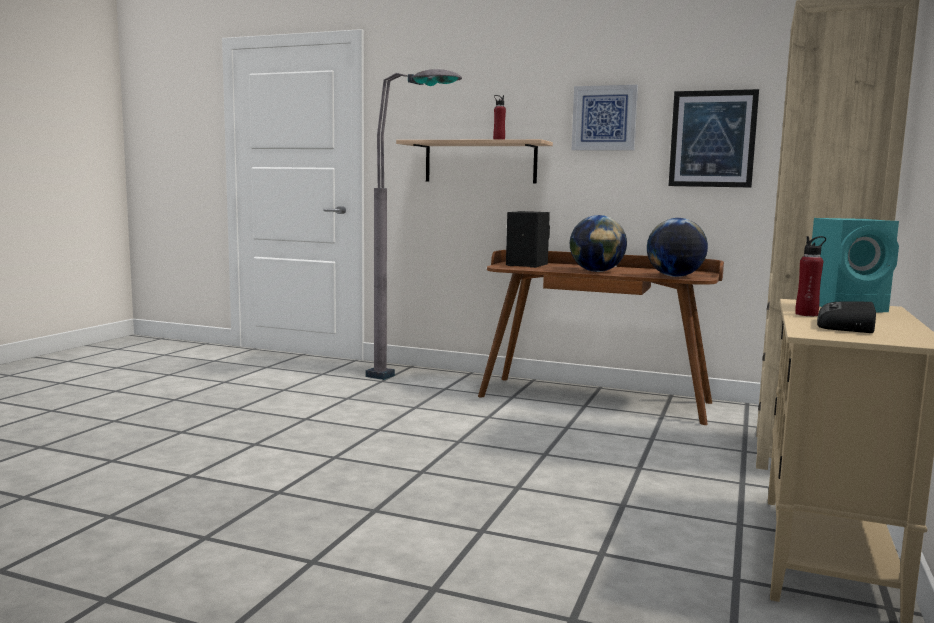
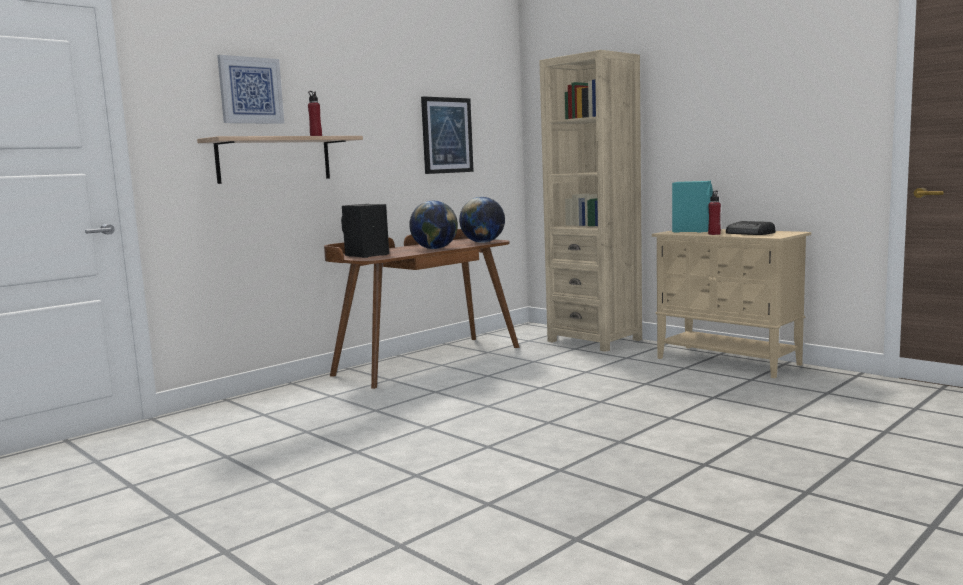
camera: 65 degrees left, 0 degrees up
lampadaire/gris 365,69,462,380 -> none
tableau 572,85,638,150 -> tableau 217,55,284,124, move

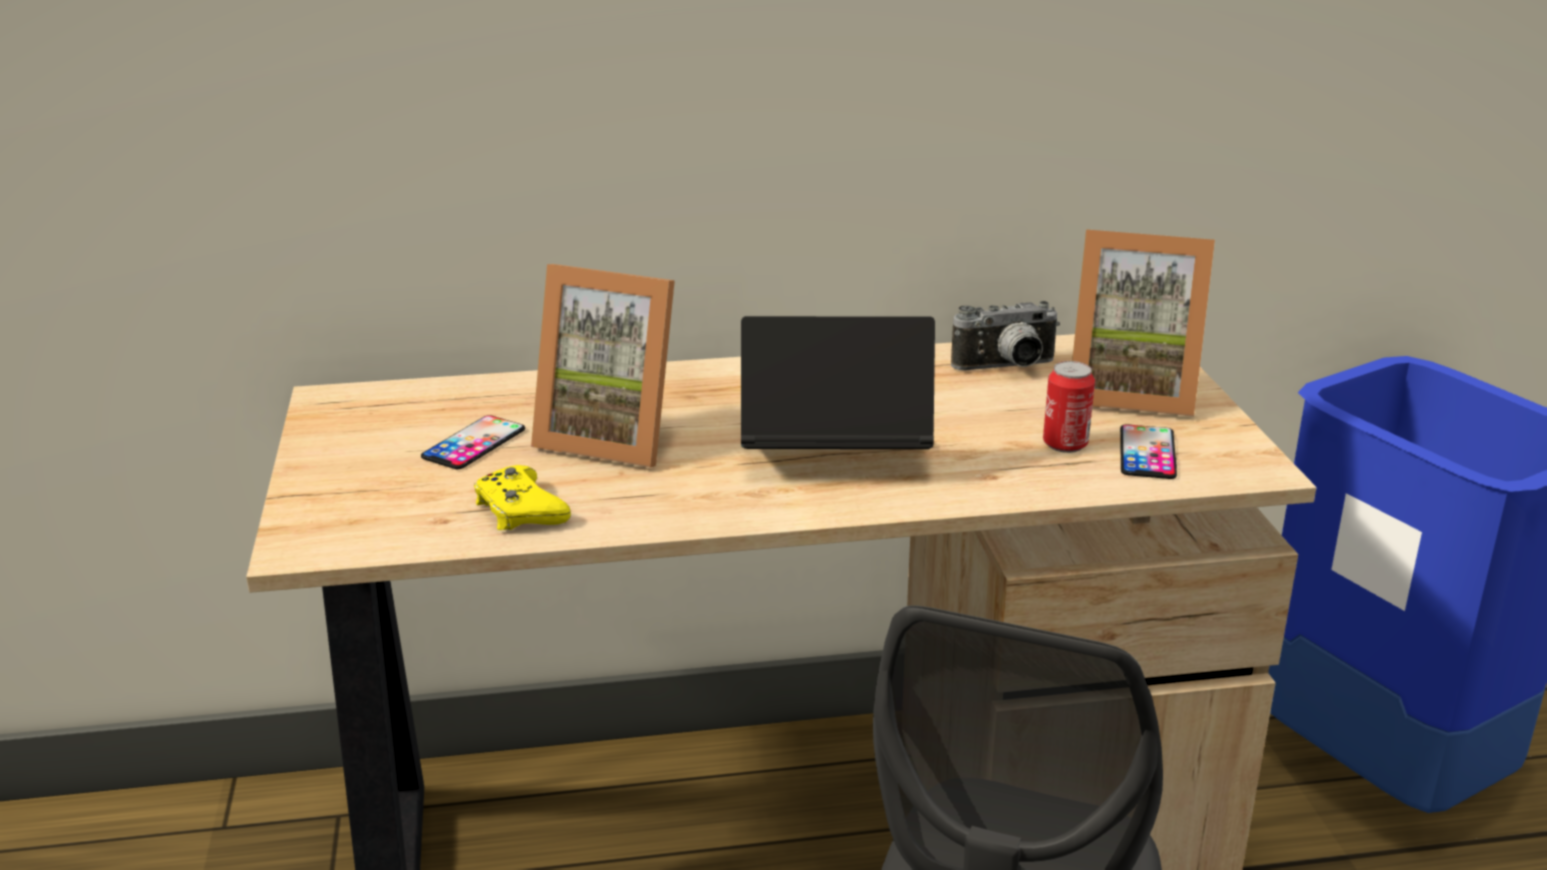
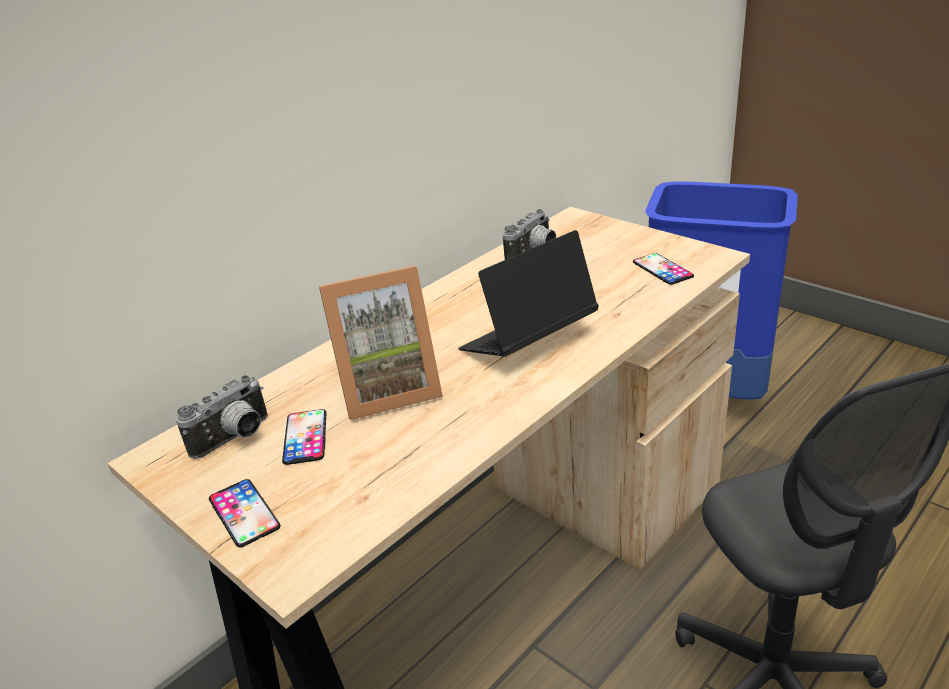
camera: 35 degrees left, 5 degrees up
manette/jaune 474,465,571,530 -> none
boîte métallique 1043,361,1095,453 -> none
cadre photo 1072,229,1215,417 -> none
none -> appareil photo 176,375,268,459
none -> téléphone 209,479,280,547

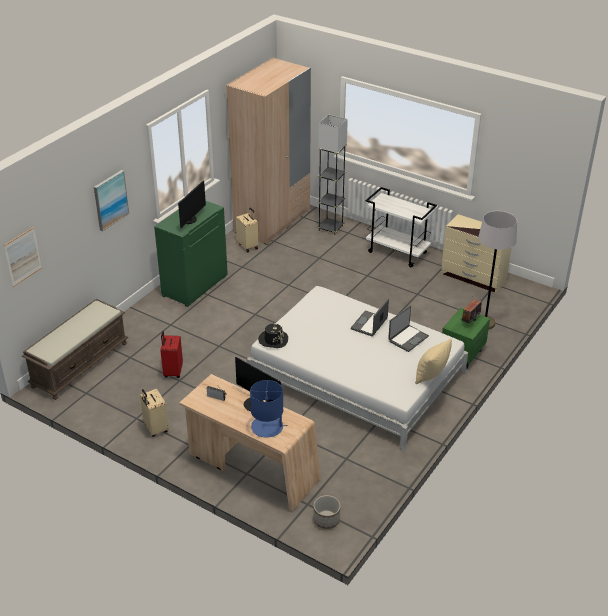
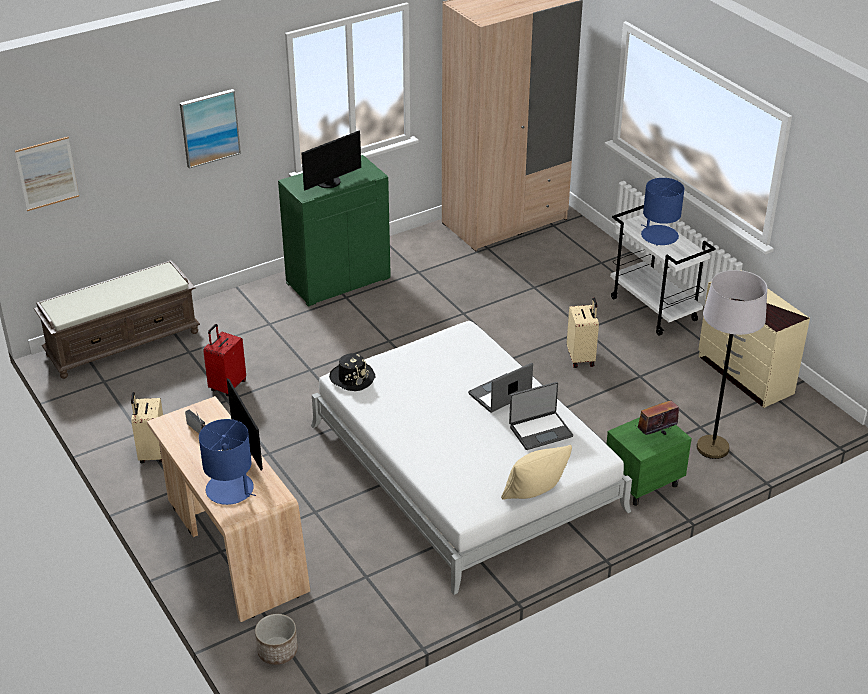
camera: 25 degrees right, 0 degrees up
valise/beige 236,208,258,252 -> valise/beige 567,298,599,368, move
lampadaire/gris 317,114,348,235 -> none
none -> lampe de table/bleu 641,178,684,246

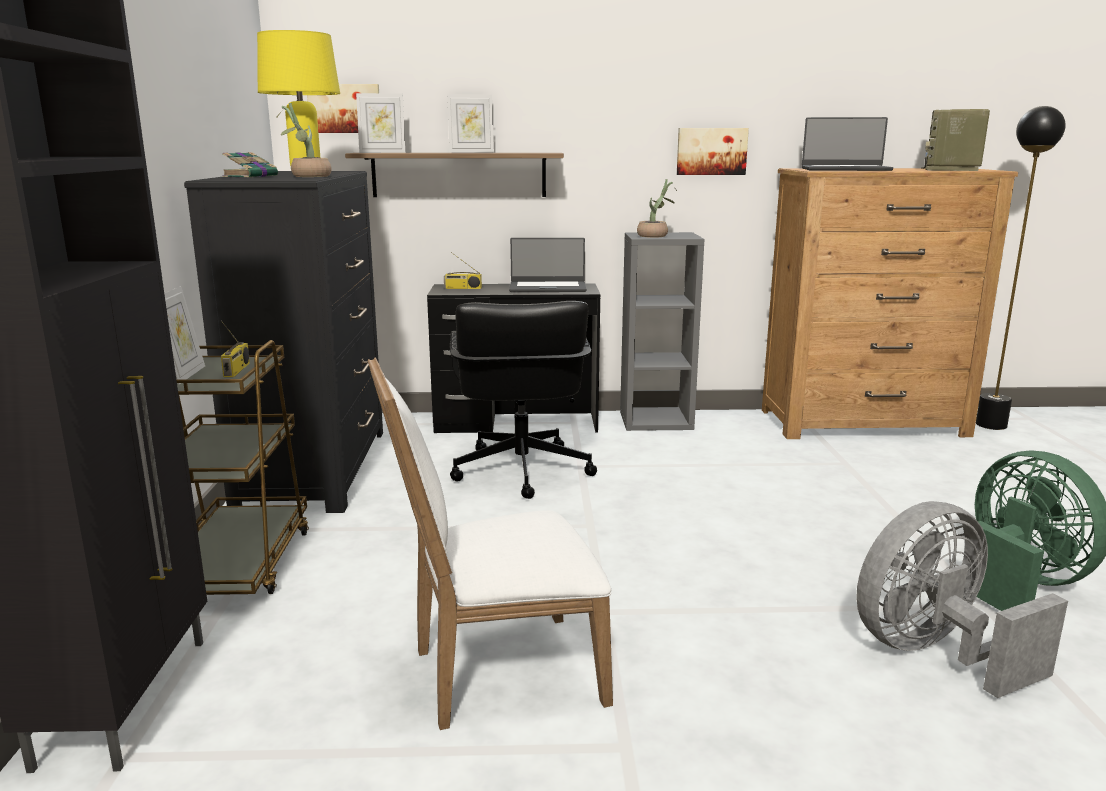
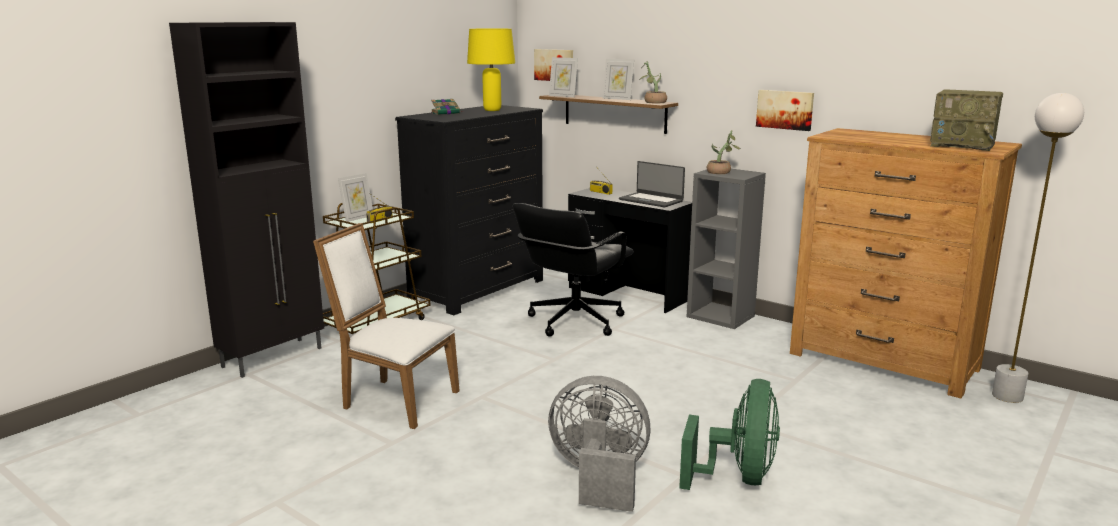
camera: 40 degrees right, 0 degrees up
plante en pot 276,103,332,177 -> plante en pot 639,61,667,103, move
ordinateur portable 802,117,893,171 -> none
radio 921,109,990,171 -> radio 930,89,1003,151, 120 degrees counterclockwise
lampadaire/noir 976,106,1066,430 -> lampadaire/blanc 992,93,1084,403

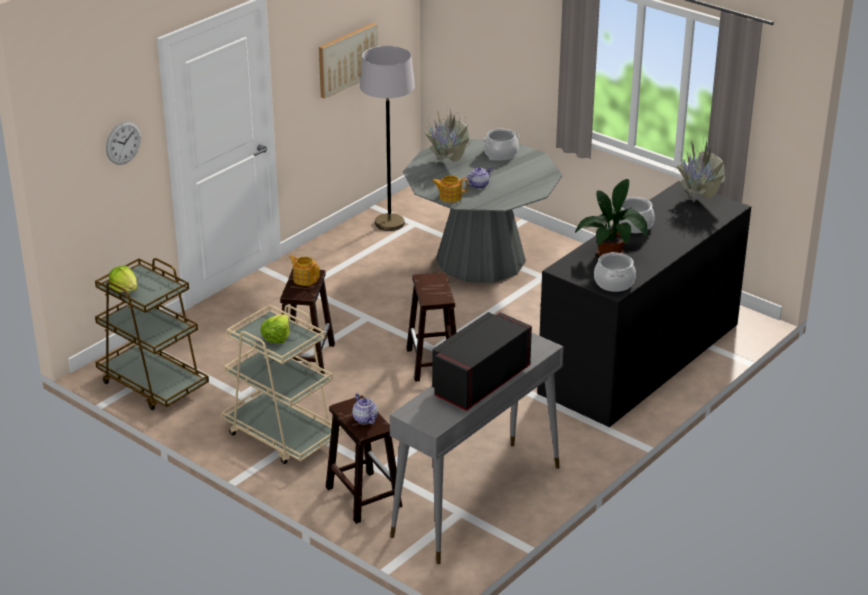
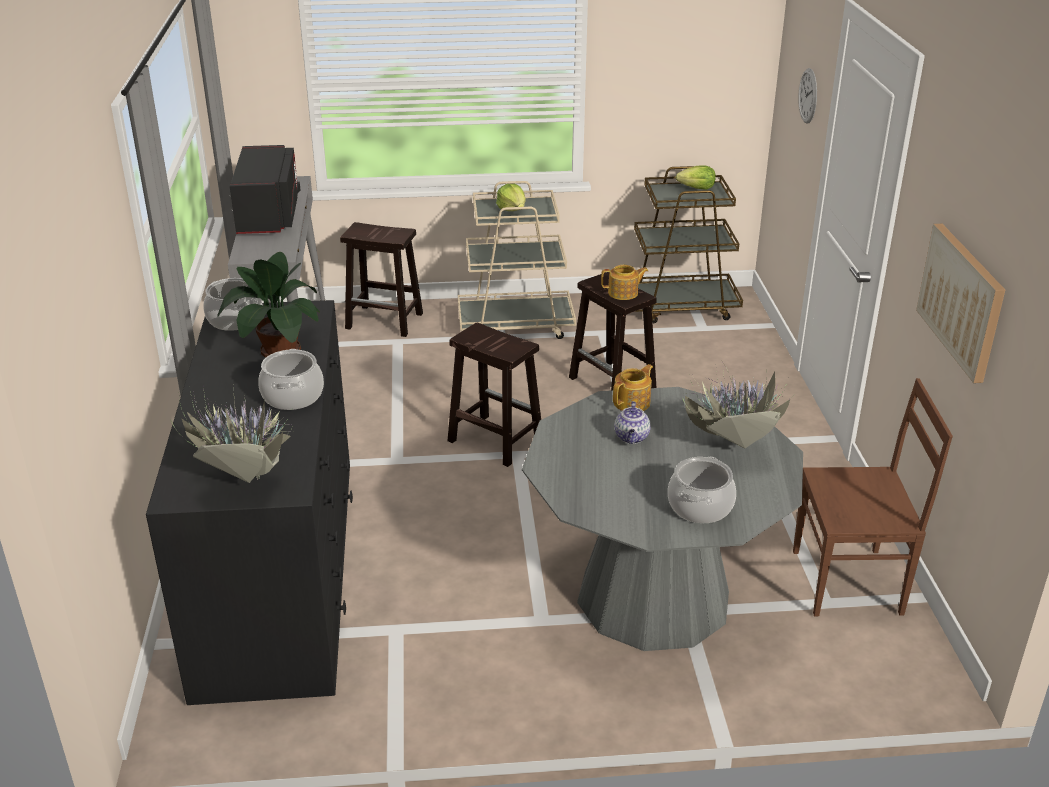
camera: 135 degrees right, 0 degrees up
théière 352,394,378,424 -> none
lampadaire/gris 360,46,415,231 -> chaise/marron 793,378,953,616

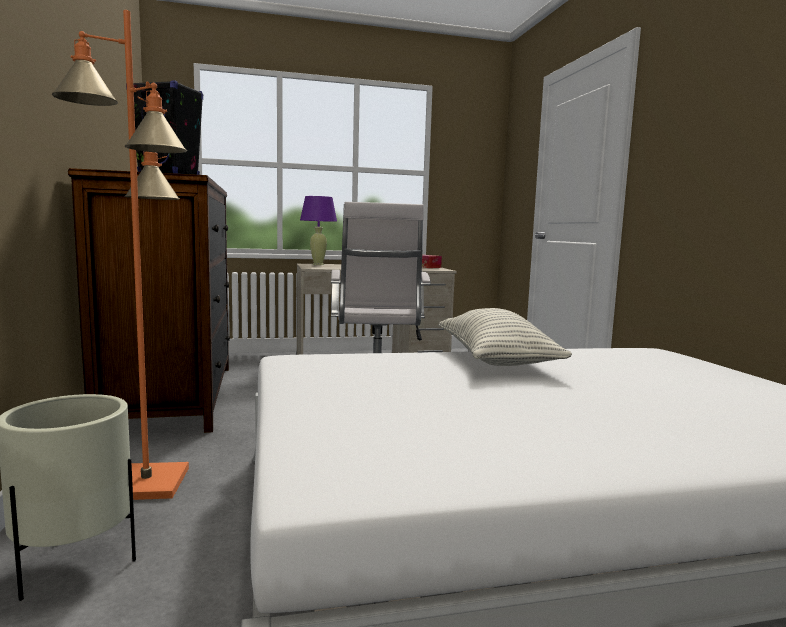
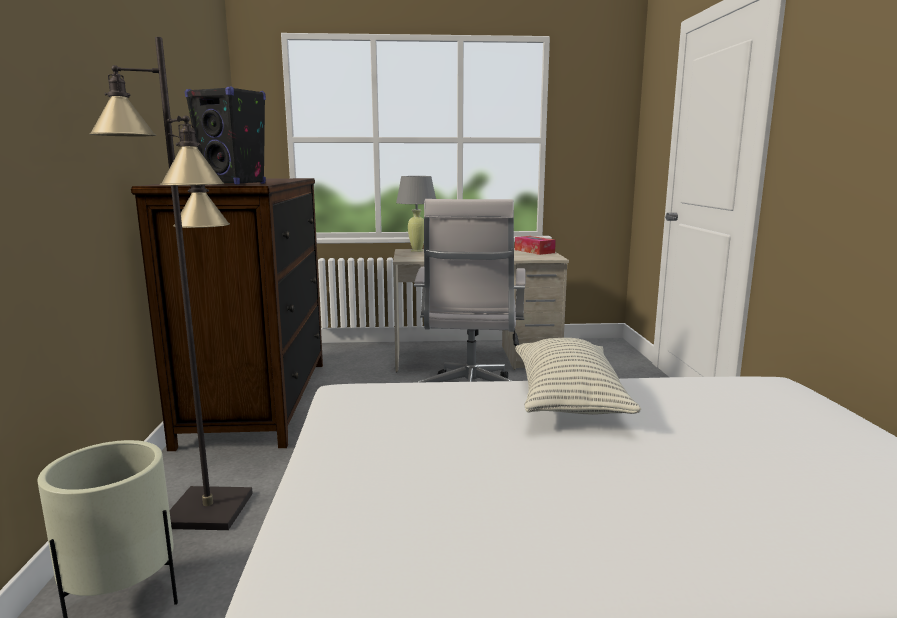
camera: 10 degrees right, 5 degrees up
lampadaire/orange 51,10,189,500 -> lampadaire/noir 89,37,253,530
lampe de table/violet 300,196,337,265 -> lampe de table/gris 396,176,436,252

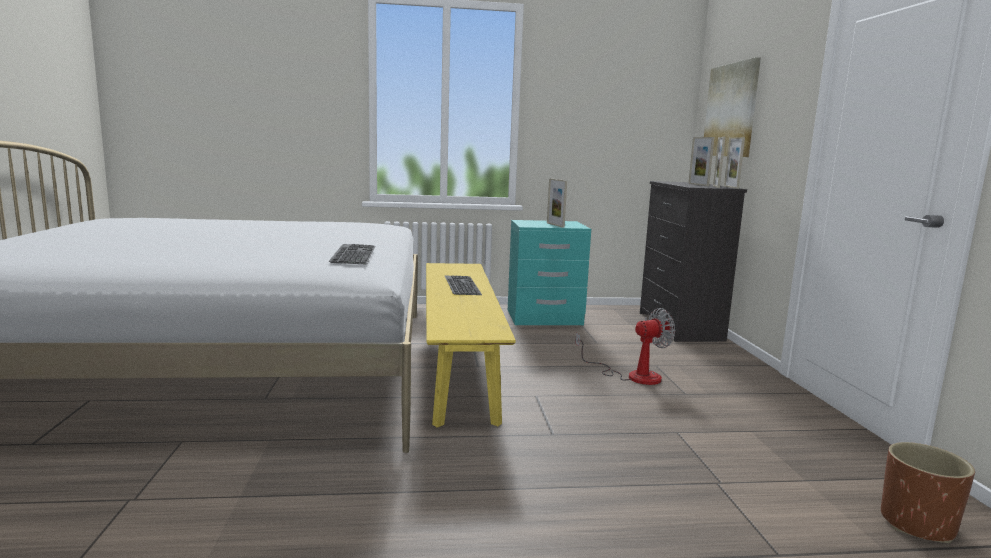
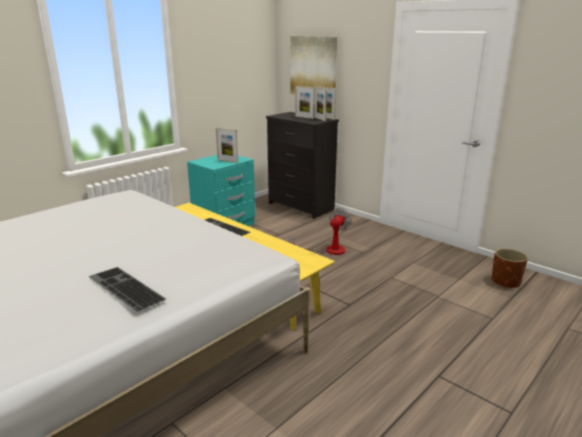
camera: 40 degrees left, 10 degrees up
clavier 328,244,376,264 -> clavier 88,267,166,311, move

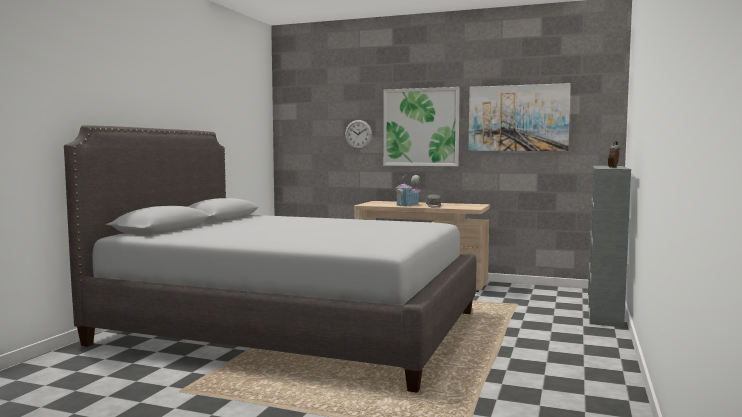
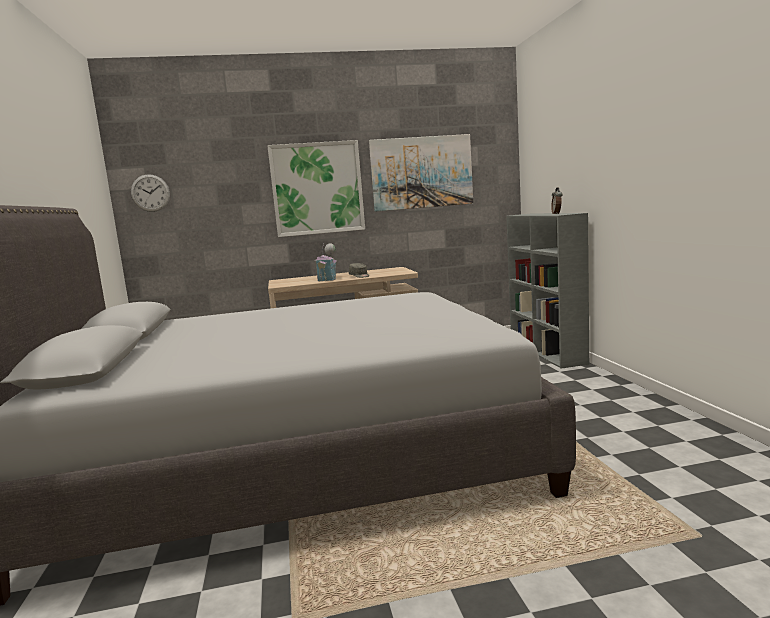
camera: 30 degrees left, 5 degrees up
horloge murale 345,120,372,149 -> horloge murale 131,174,170,212, move

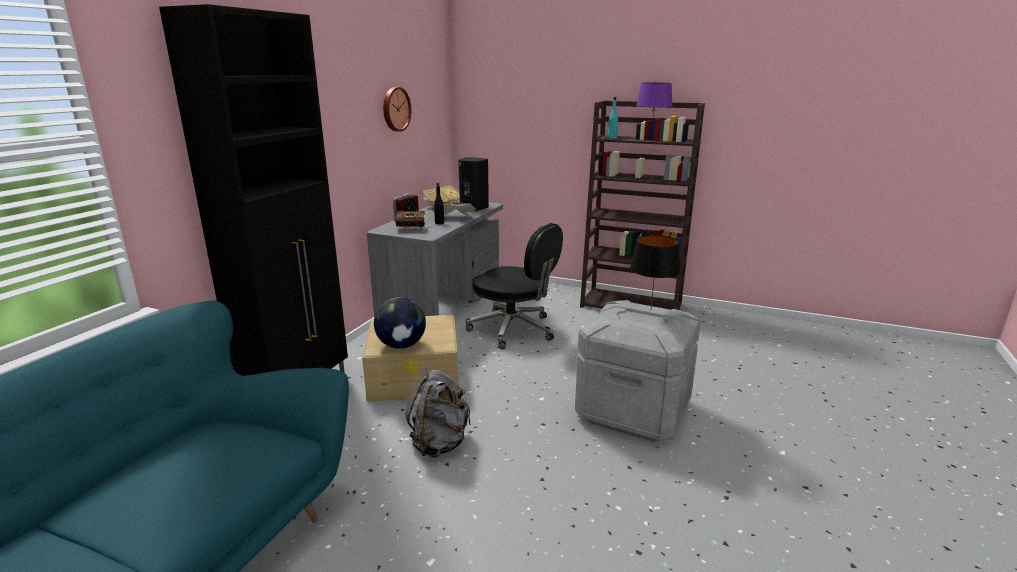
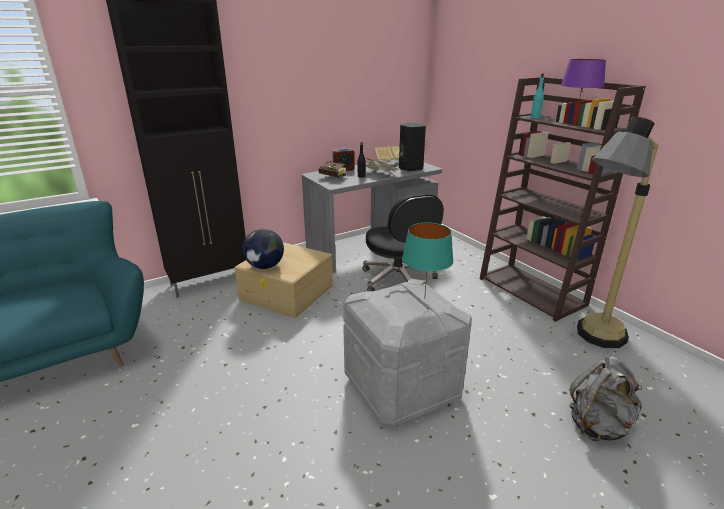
camera: 35 degrees right, 5 degrees up
horloge murale 383,87,411,132 -> none
sac à dos/gris 406,368,471,458 -> sac à dos/gris 569,354,642,441, move
lampe de table/noir 630,235,681,309 -> lampe de table/turquoise 402,223,454,299
none -> lampadaire 577,117,658,348

